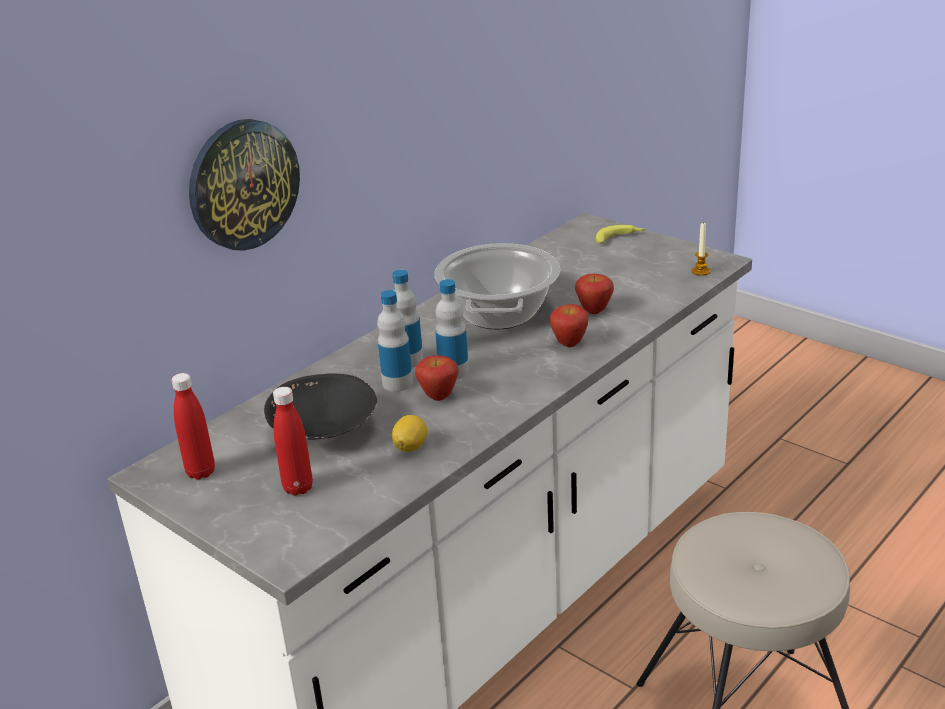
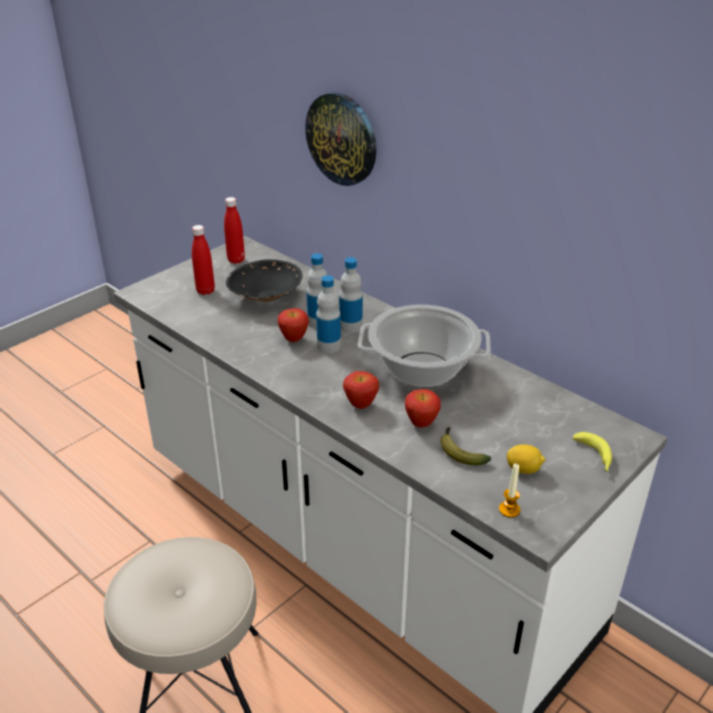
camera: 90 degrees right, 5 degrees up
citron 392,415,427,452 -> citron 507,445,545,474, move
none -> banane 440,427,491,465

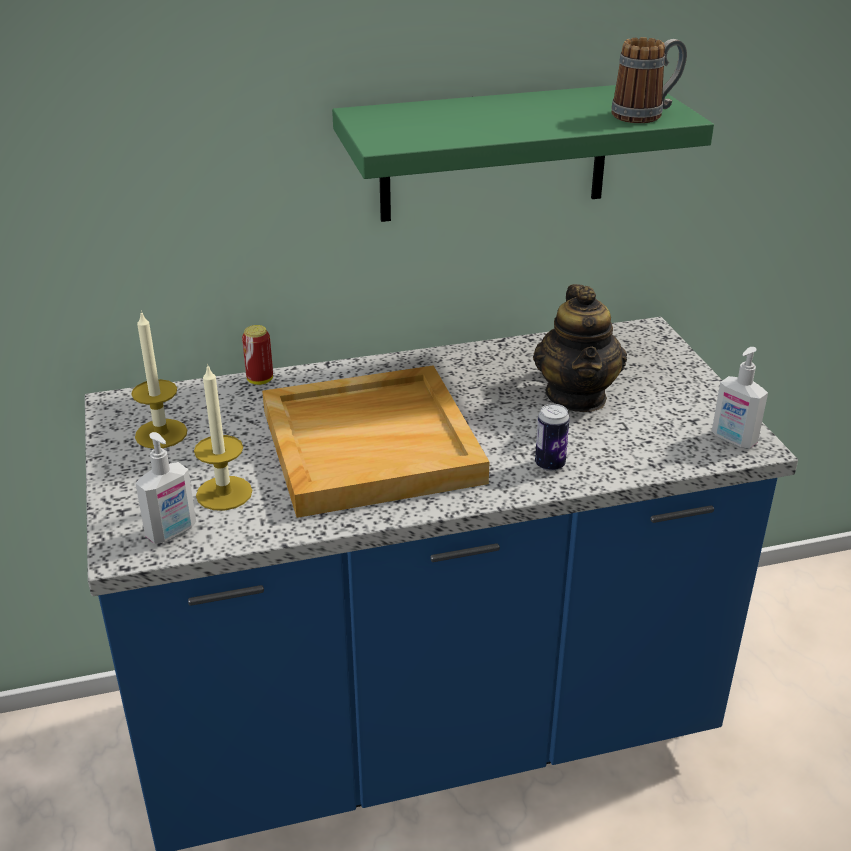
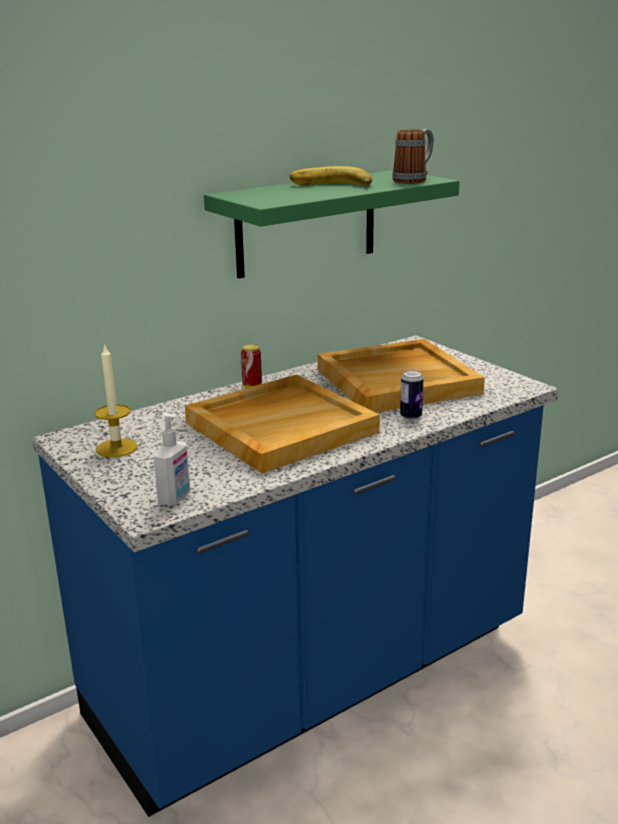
camera: 20 degrees left, 10 degrees down
bougie 194,364,252,511 -> none
boîte métallique 242,325,273,385 -> boîte métallique 241,344,262,388, move
théière 533,284,627,412 -> plateau/beige 318,339,485,412
distributeur de savon 712,347,768,449 -> none
none -> banane 290,166,372,186

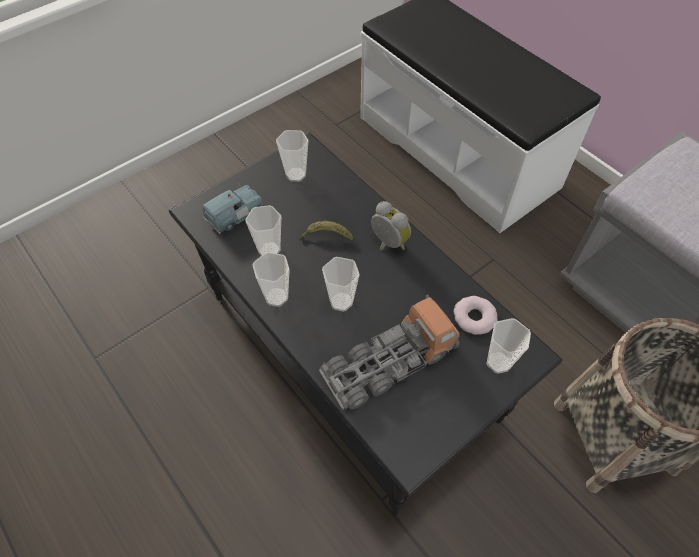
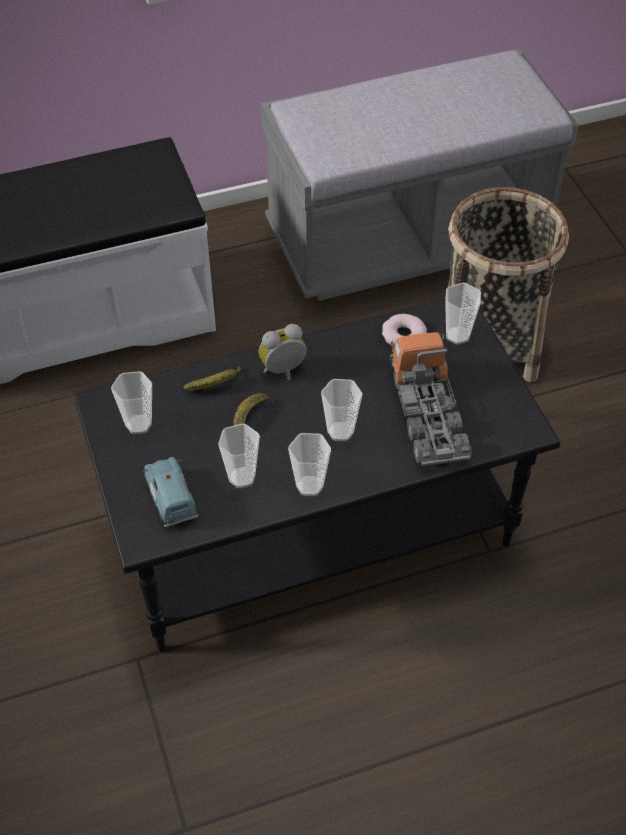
camera: 70 degrees left, 5 degrees down
none -> banane 184,365,241,391

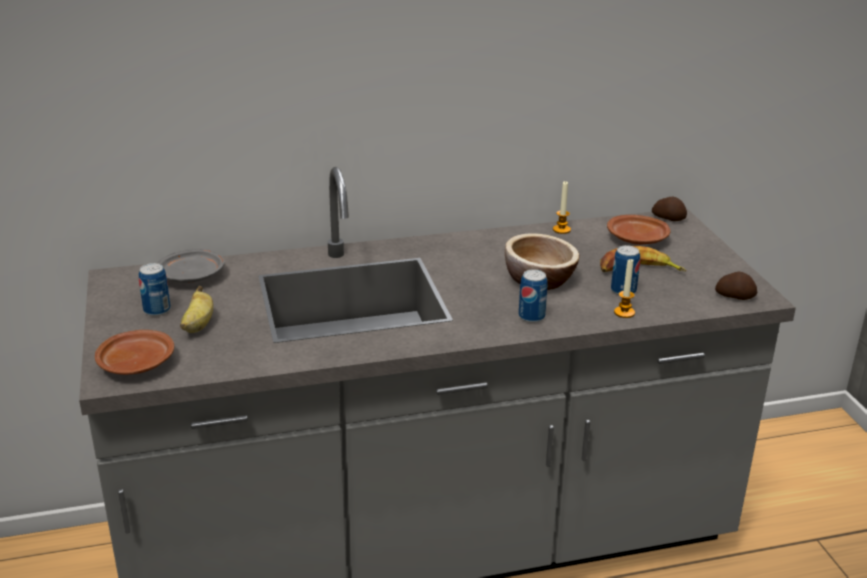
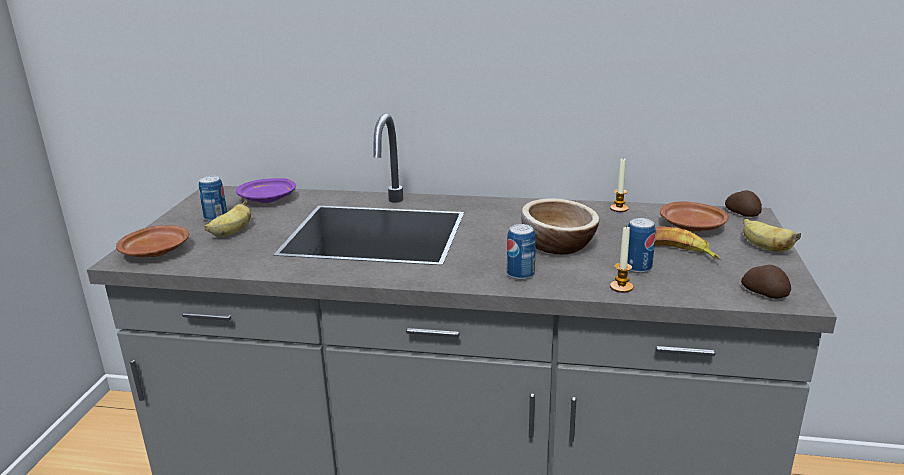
camera: 25 degrees right, 5 degrees down
assiette/gris 157,248,225,283 -> assiette/violet 236,178,296,203
none -> banane 743,218,801,252

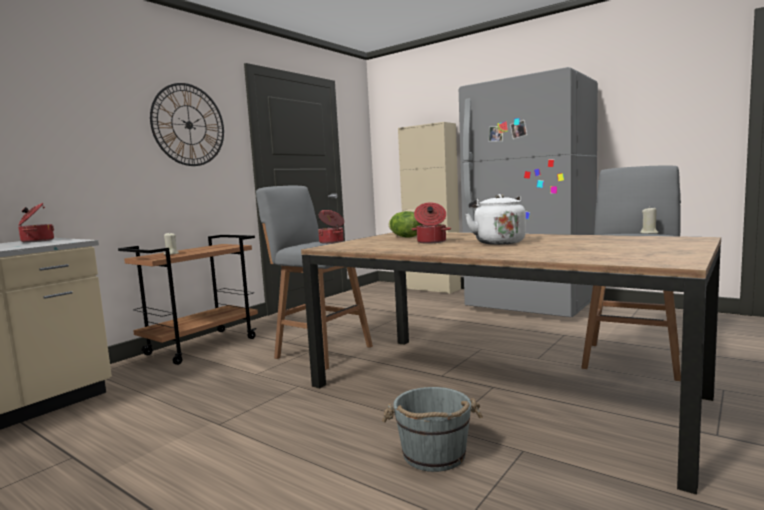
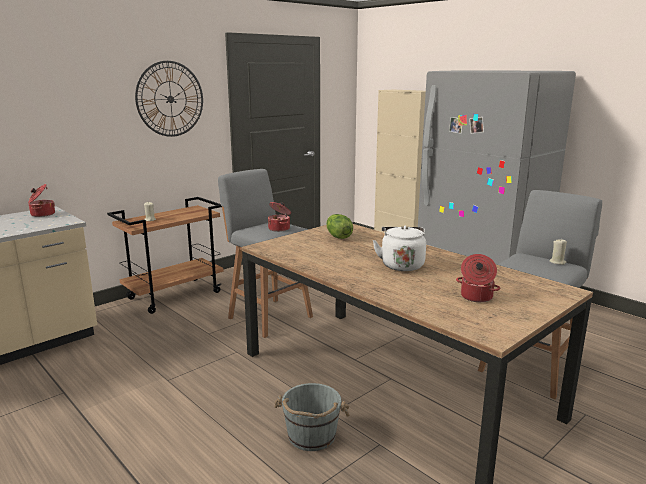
camera: 10 degrees right, 10 degrees up
marmite 412,202,451,244 -> marmite 456,254,500,302, move

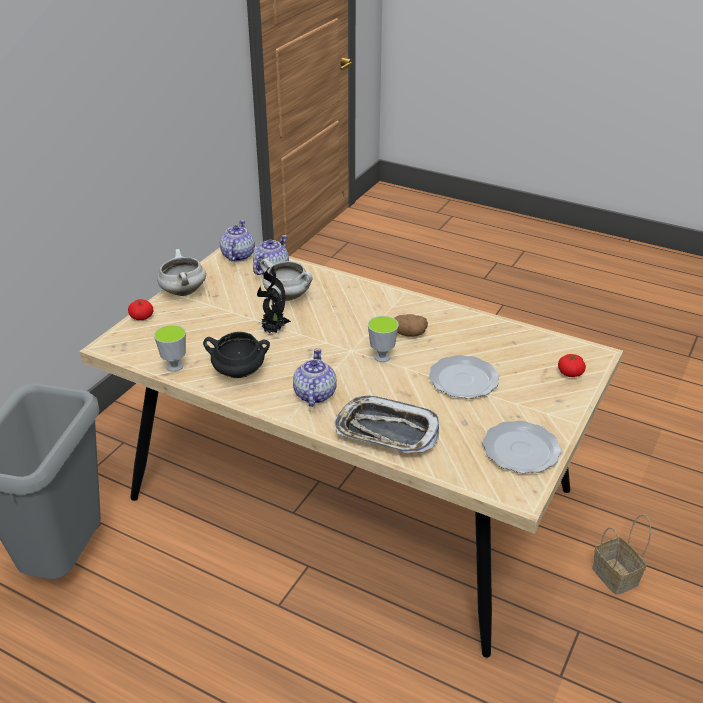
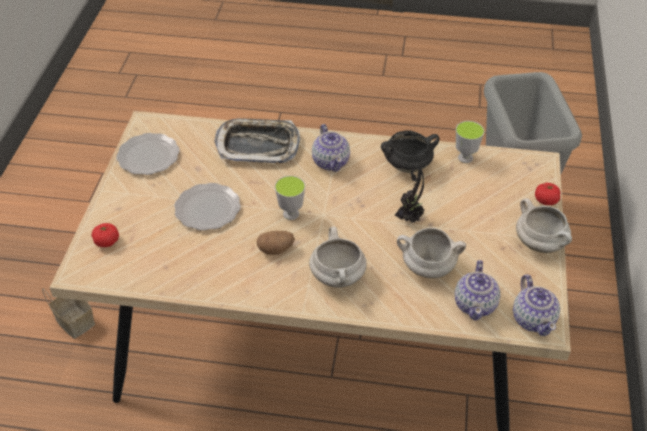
camera: 160 degrees right, 10 degrees up
none -> marmite/blanc 309,227,367,288

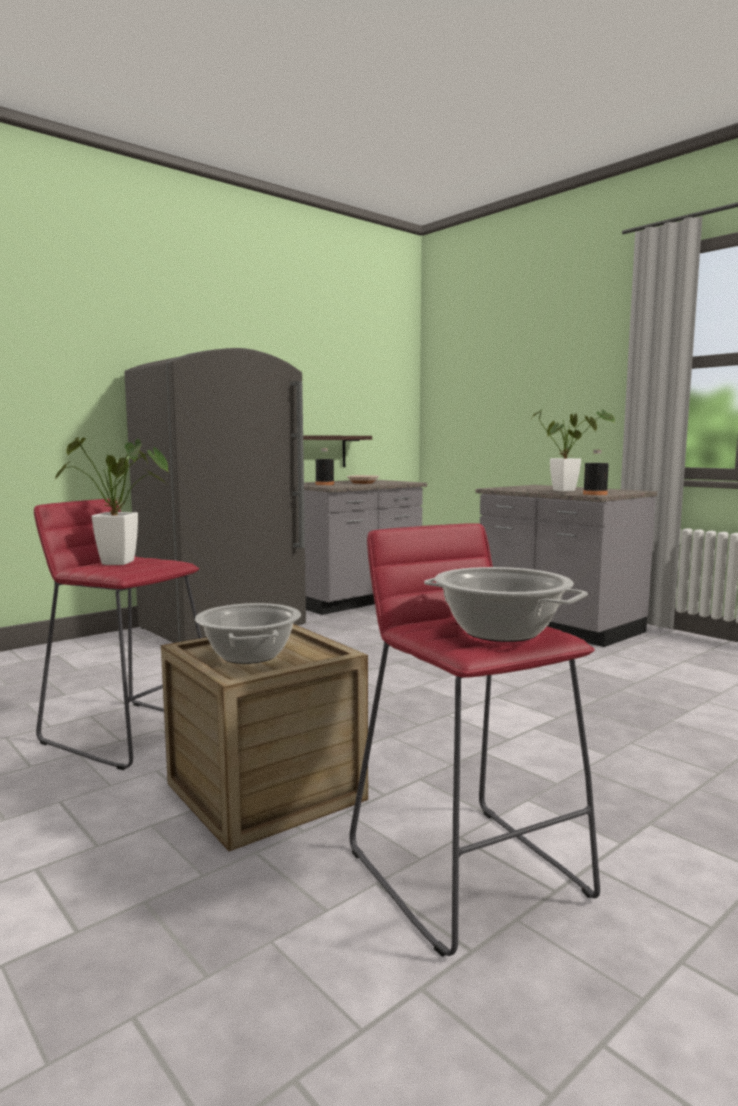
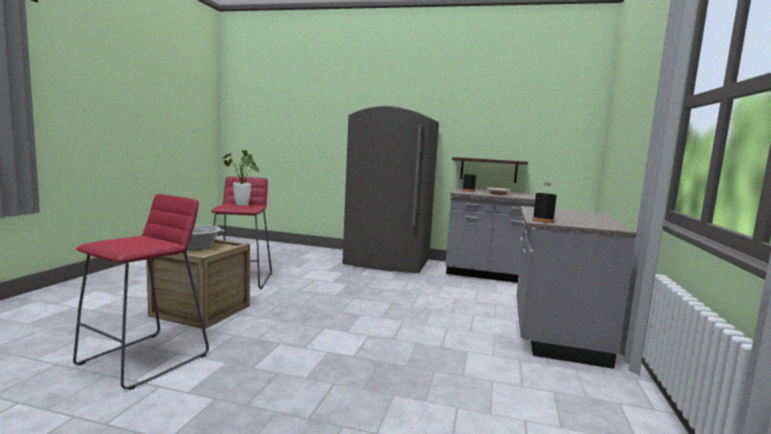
camera: 55 degrees right, 0 degrees up
marmite 424,567,588,642 -> none
plante en pot 531,409,615,492 -> none

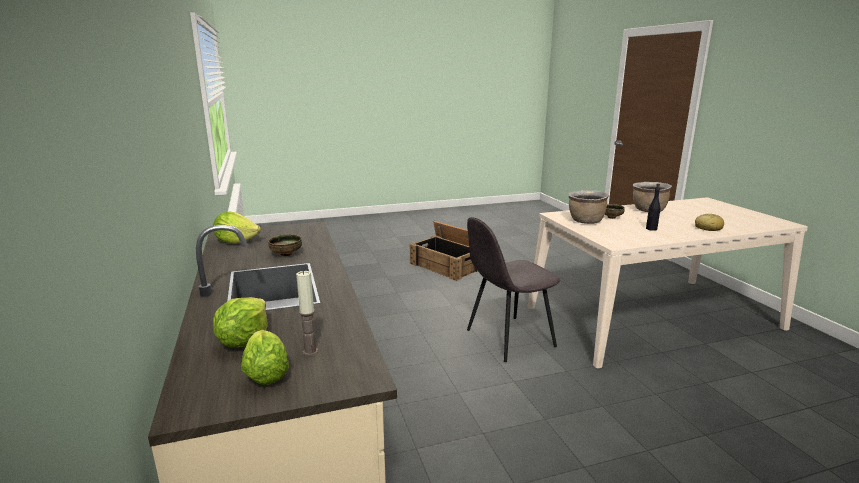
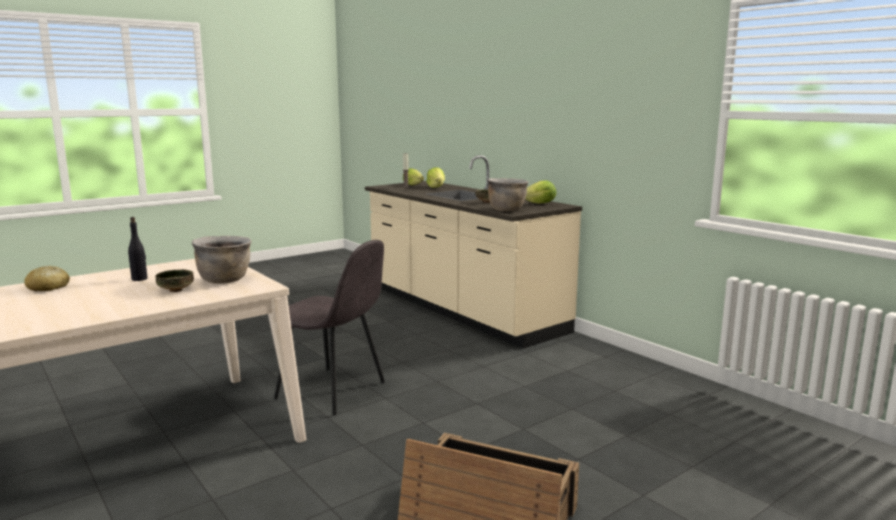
camera: 160 degrees right, 5 degrees down
chaise/gris 467,217,560,362 -> chaise/gris 274,240,385,415, 75 degrees clockwise
marmite/marron 633,182,672,212 -> marmite/marron 488,178,529,211, move

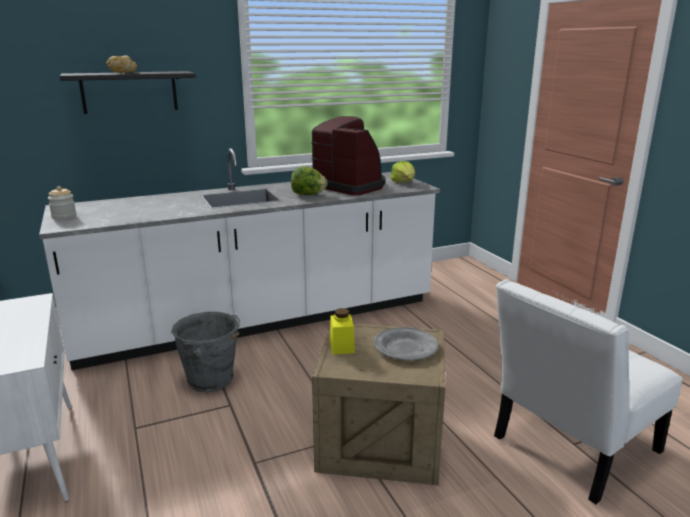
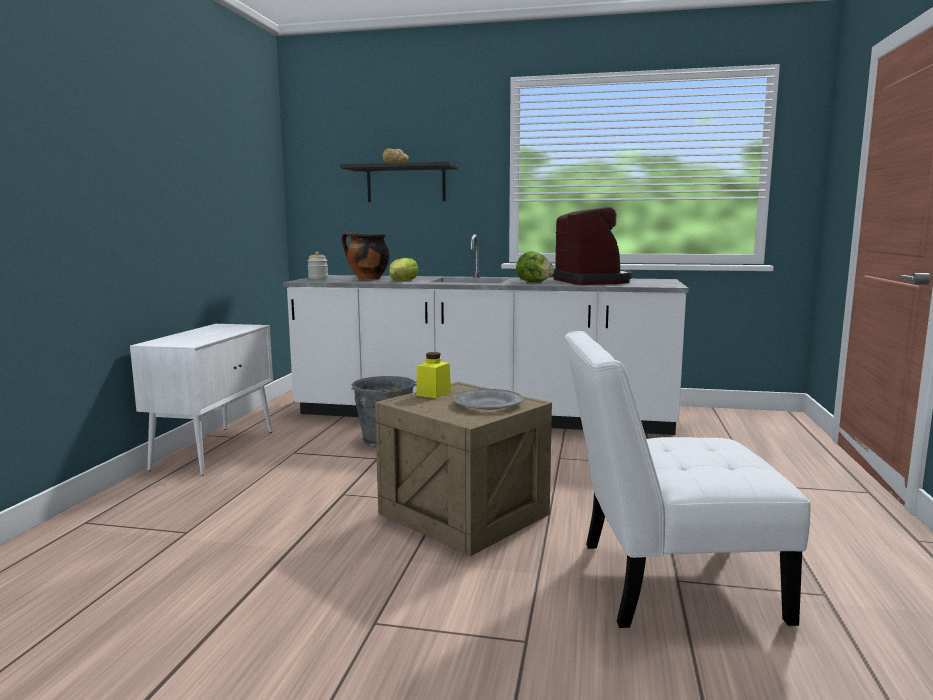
camera: 35 degrees right, 10 degrees down
laitue 390,161,415,183 -> laitue 389,258,419,281, move
none -> marmite 341,232,390,280

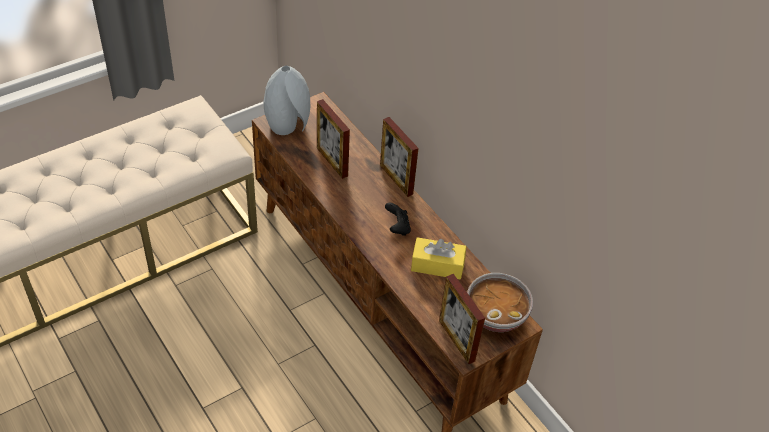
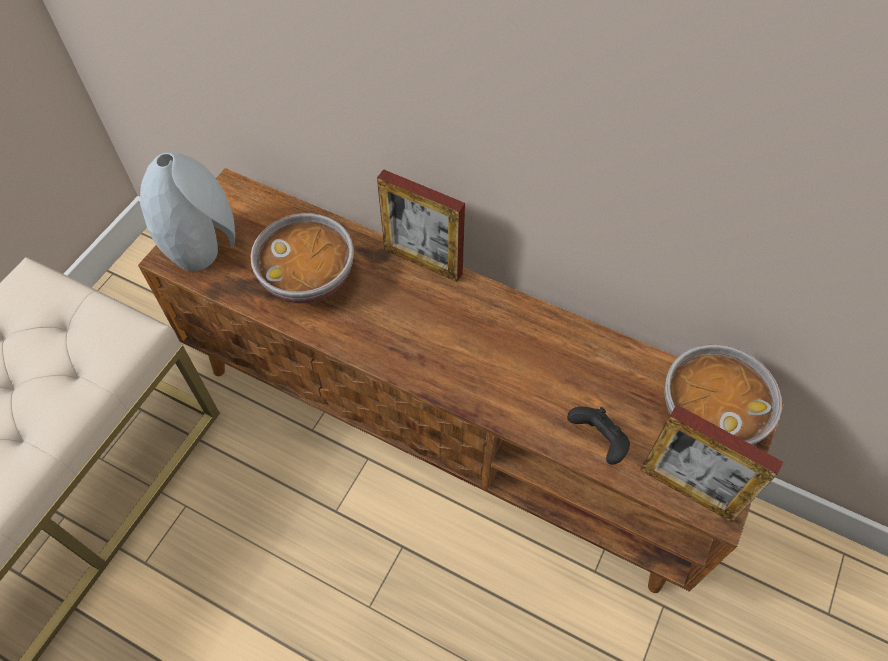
camera: 25 degrees left, 10 degrees up
cadre photo 317,99,350,179 -> bol 250,213,354,303
manette/noir 385,203,411,236 -> manette/noir 567,406,630,465, move
boîte à mouchoirs/jaune 411,237,466,280 -> none

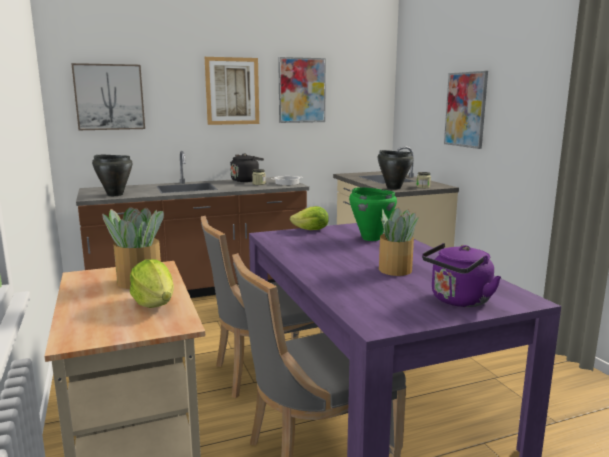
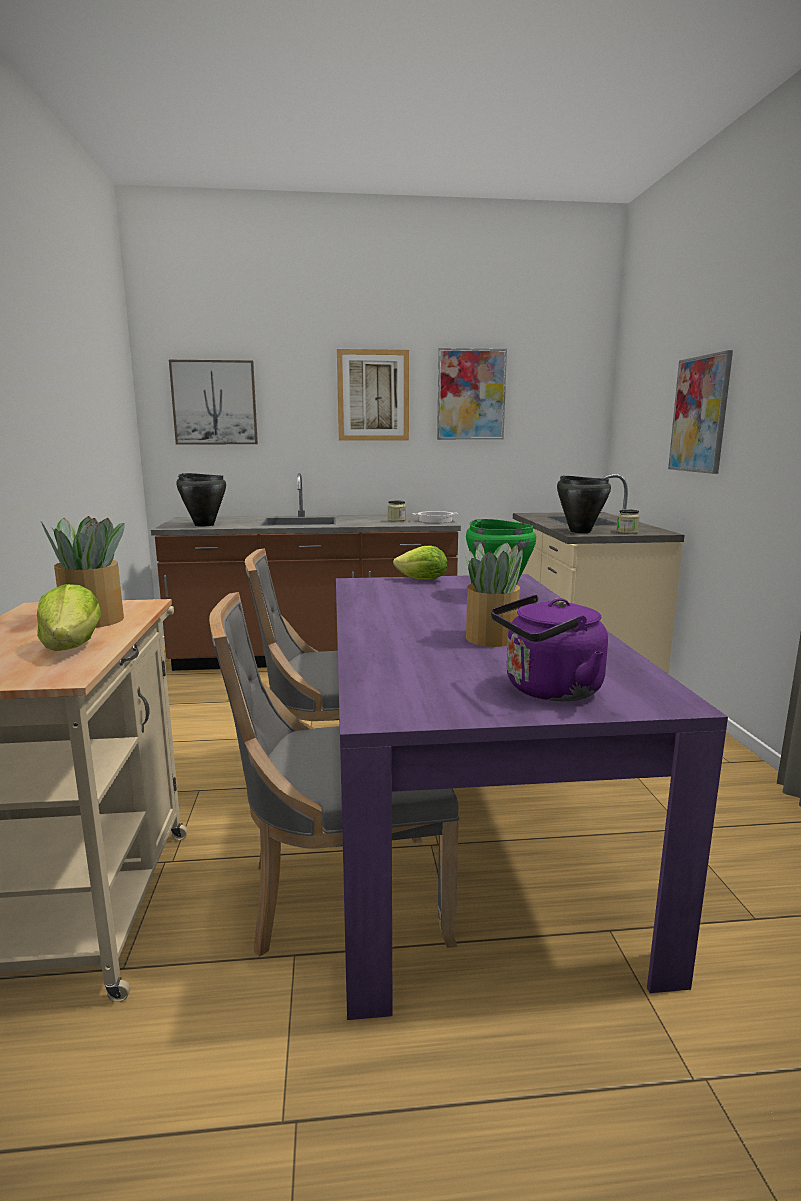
camera: 15 degrees right, 0 degrees up
bouilloire/noir 230,153,264,182 -> none

